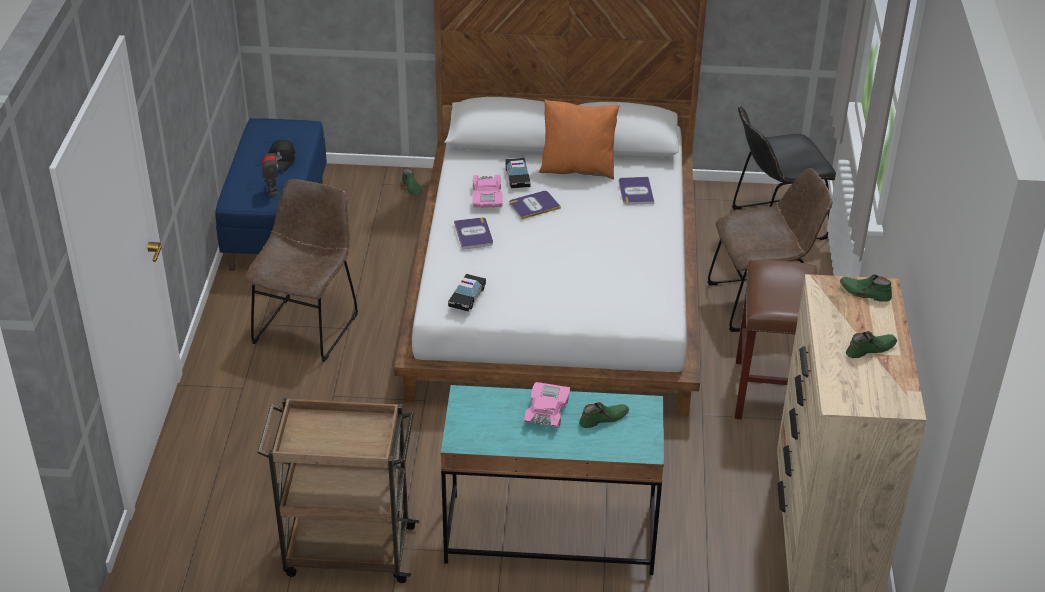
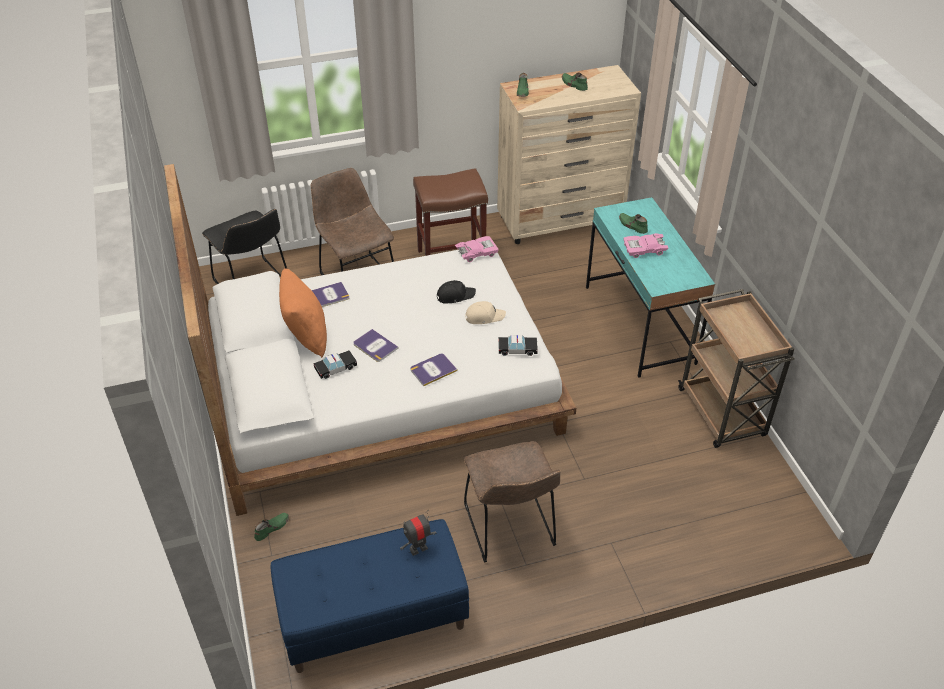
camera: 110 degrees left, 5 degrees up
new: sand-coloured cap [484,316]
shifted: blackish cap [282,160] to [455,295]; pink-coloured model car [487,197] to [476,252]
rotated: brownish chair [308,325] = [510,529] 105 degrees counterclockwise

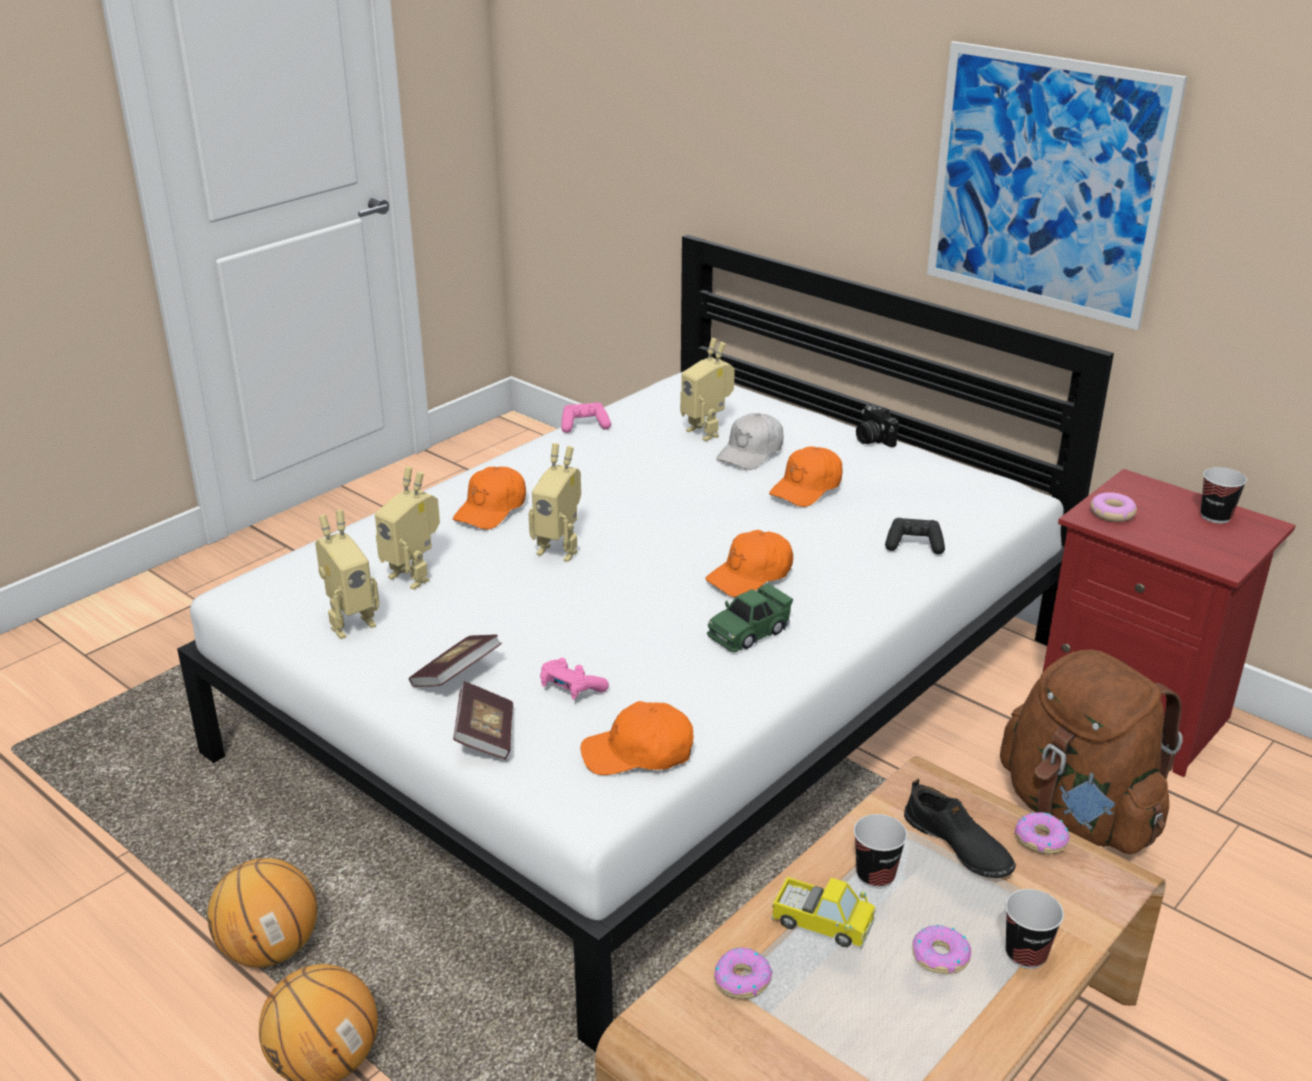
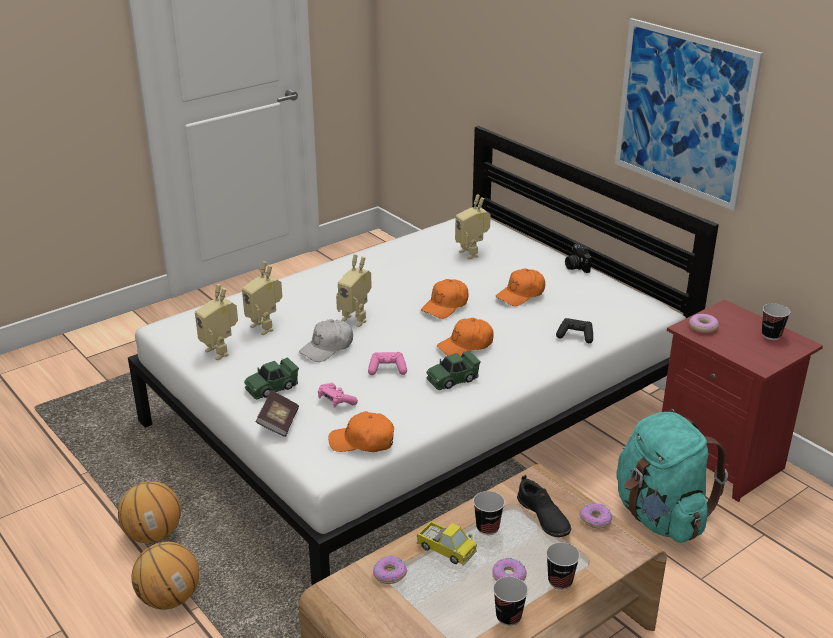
camera: 10 degrees right, 0 degrees up
new: small cup [508,617]
shifted: pink-coloured gamepad [584,426] to [387,369]; white-coloured cap [751,453] to [327,348]; orangey cap [492,509] to [445,306]
swapped: bound book [456,676] to green model car [272,387]
repainted: brownish backpack [1078,814] to blue-green backpack [660,516]
rotated: model robot [350,624] = [220,351] 75 degrees clockwise

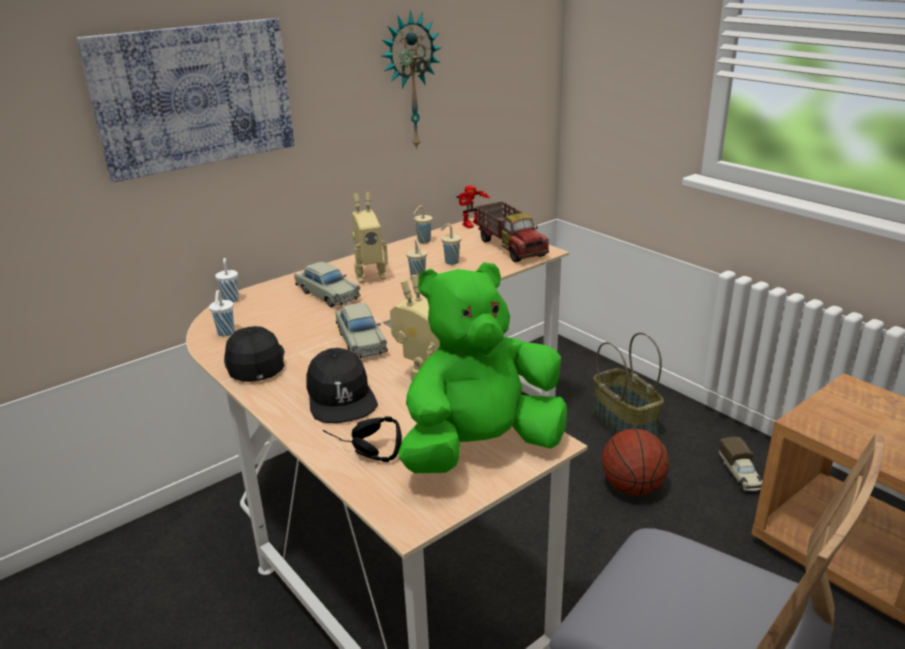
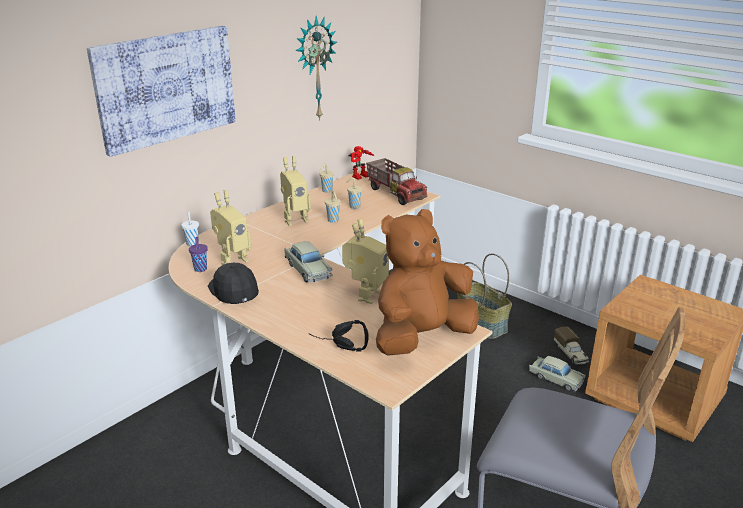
camera: 10 degrees left, 0 degrees up
gone: blackish cap [340,397]; ball for basketball [632,487]
new: model robot [232,261]
shifted: sand-coloured model car [327,294] to [555,379]
repainted: green soft toy [481,448] to brownish soft toy [422,337]; white-coloured small cup [226,333] to purple-coloured small cup [200,269]

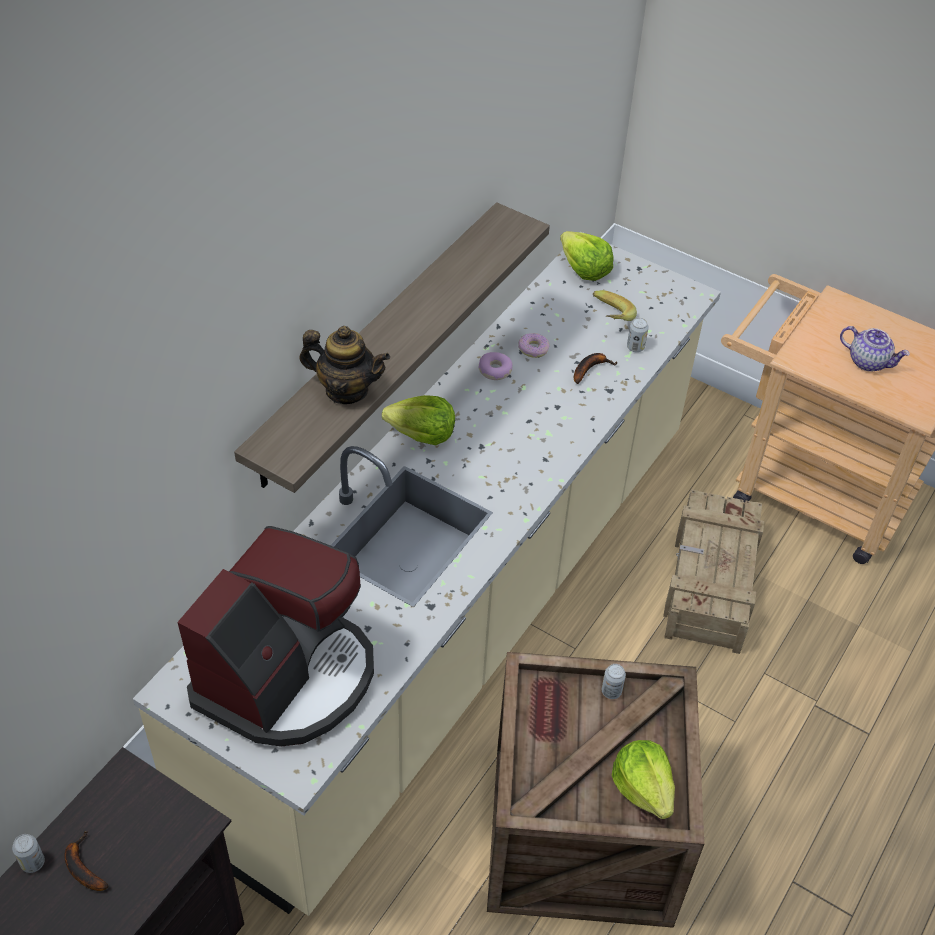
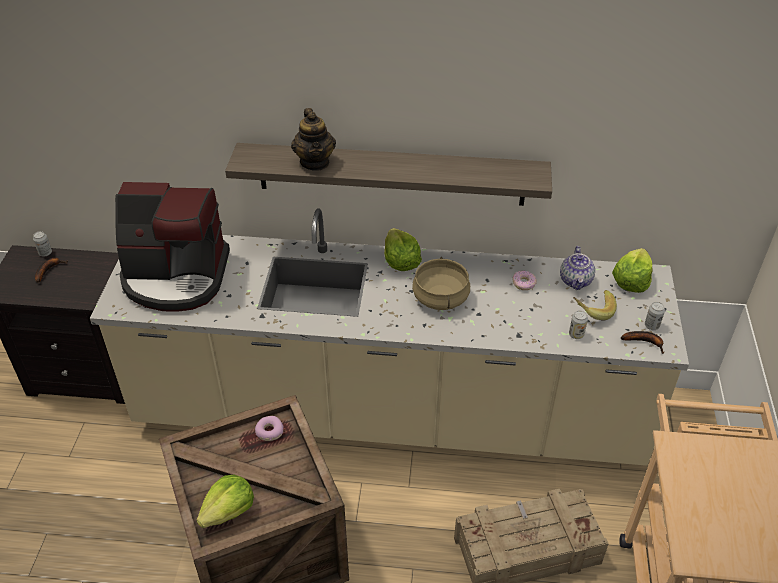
camera: 65 degrees right, 5 degrees down
new: sand-coloured saucepot [441,298]
shifted: teapot [868,361] to [576,281]; ring doughnut [495,370] to [269,431]; banana [590,369] to [645,342]; metal can [611,691] to [651,326]

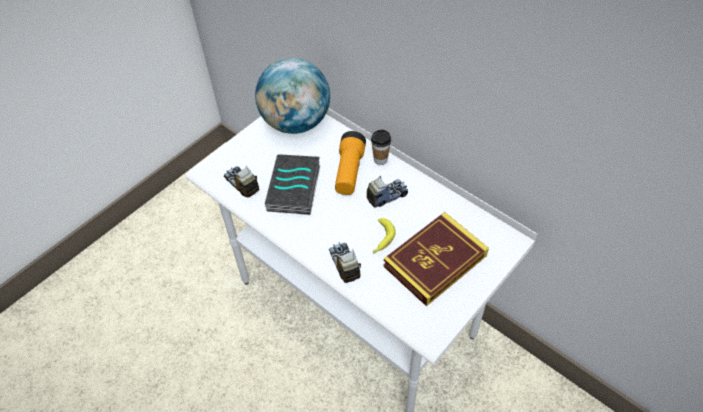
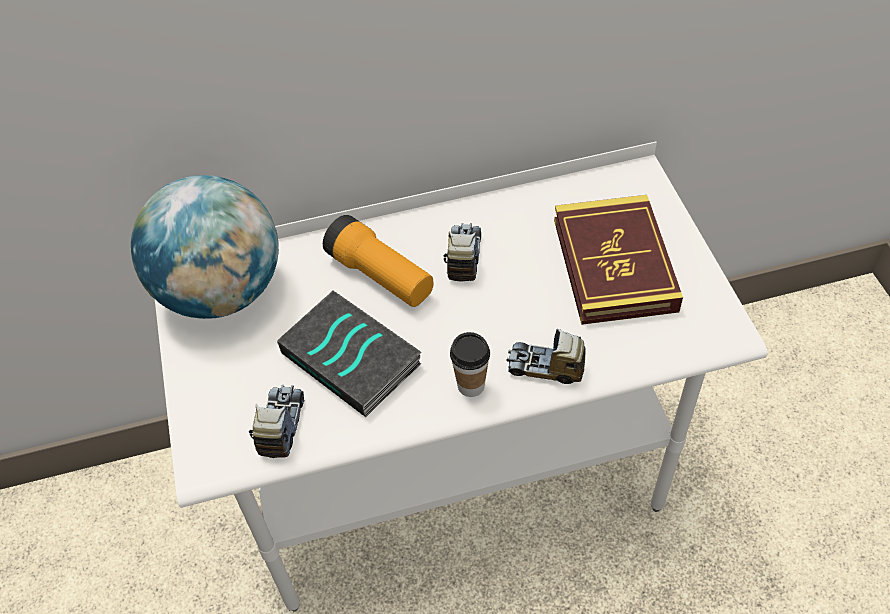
camera: 55 degrees left, 0 degrees up
gone: banana [381,239]
shifted: small cup [380,159] to [471,385]
rotated: model truck [242,185] = [281,426] 105 degrees clockwise

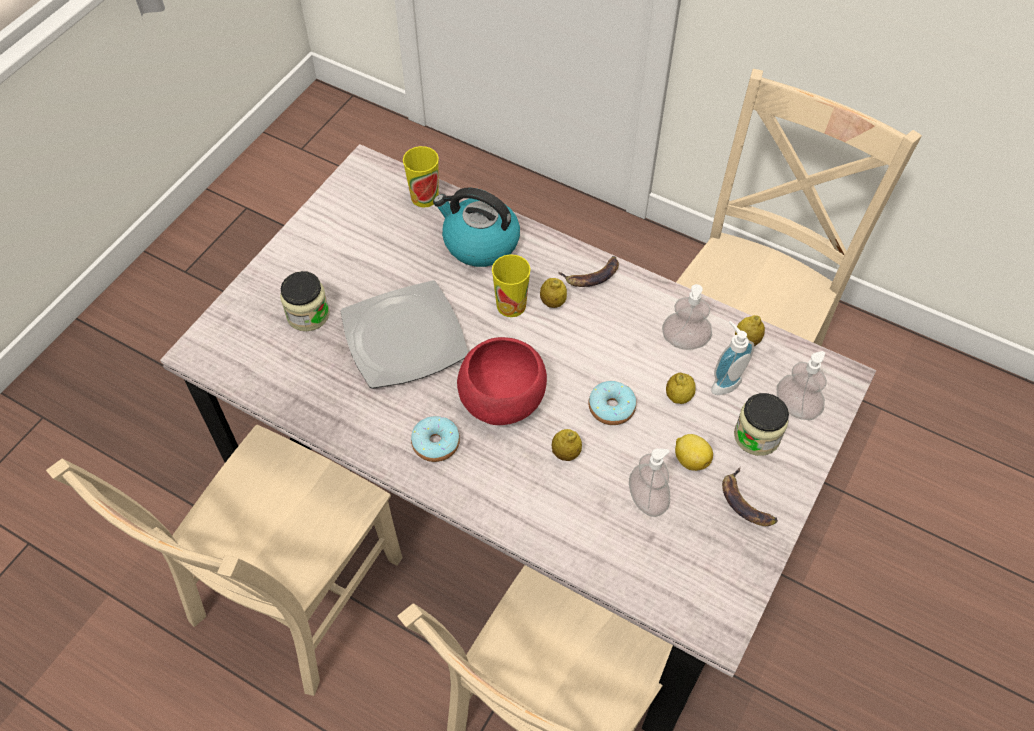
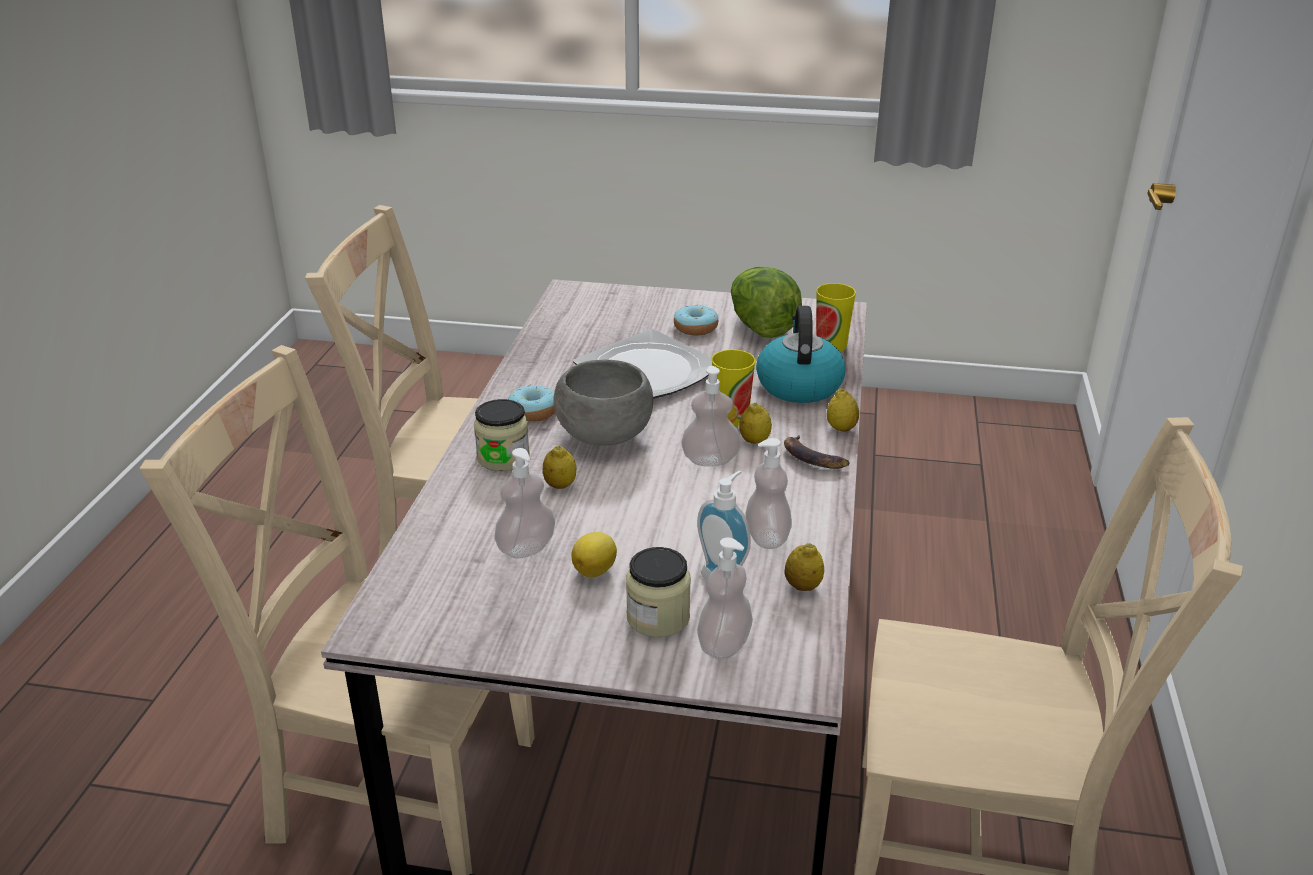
camera: 70 degrees right, 25 degrees down
gone: banana [746,502]
new: lettuce [761,327]; soap dispenser [710,460]
shifted: storage jar [308,314] to [503,458]; citrus fruit [678,397] to [841,428]; ring doughnut [611,408] to [695,328]
repainted: reddish bowl [502,401] to grey bowl [604,437]

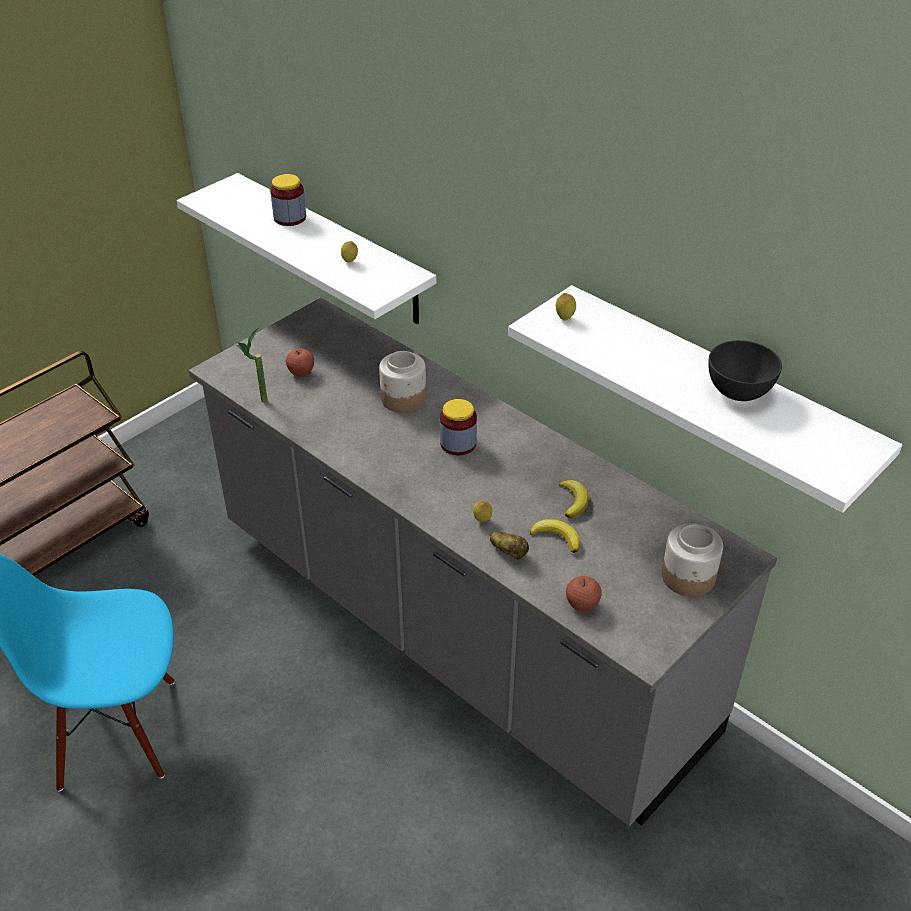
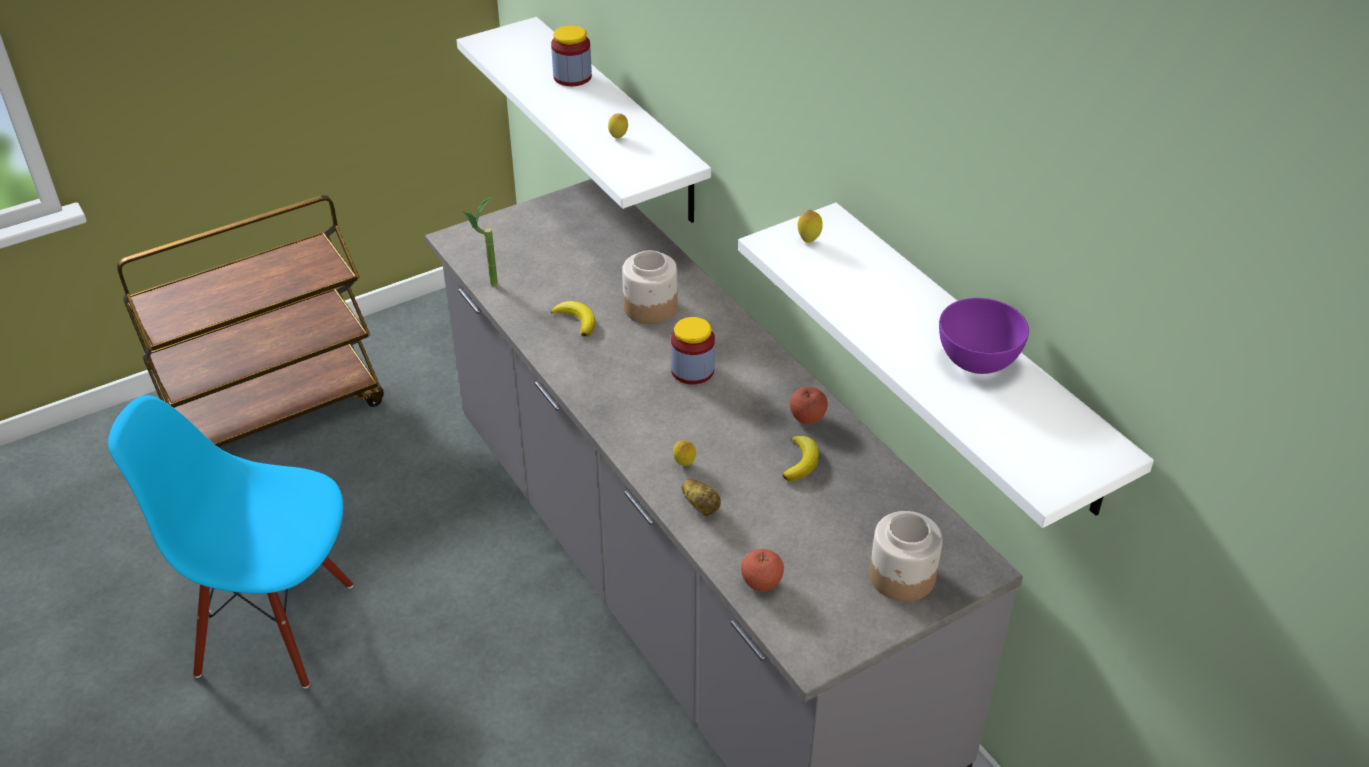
camera: 15 degrees right, 0 degrees up
shifted: apple [301,373] to [807,418]; banana [557,537] to [576,320]
repainted: grey bowl [738,392] to purple-coloured bowl [976,361]

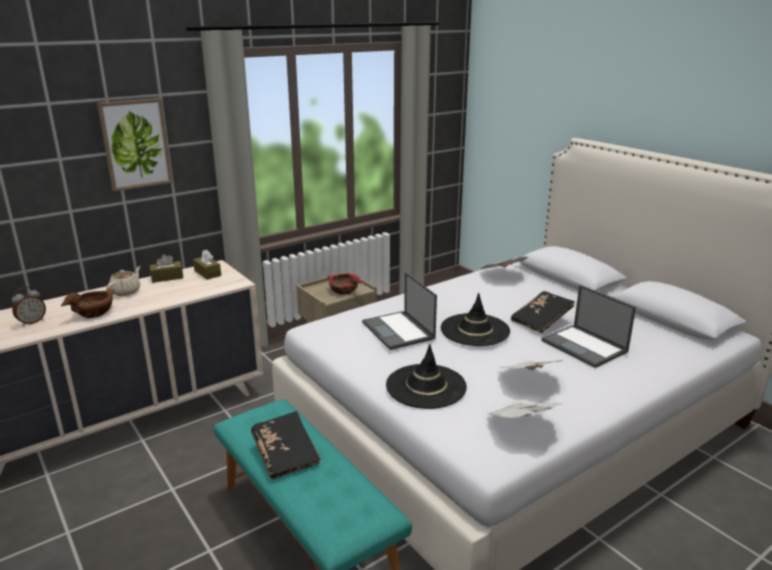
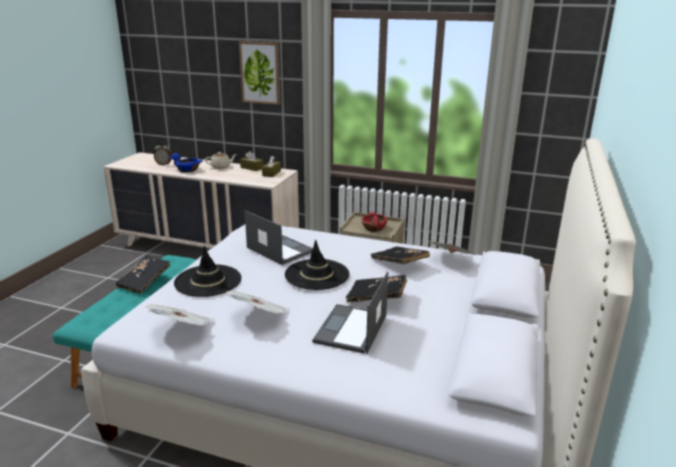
camera: 55 degrees right, 0 degrees up
new: blackish bound book [399,263]
repainted: brownish bowl [94,312] to blue bowl [188,170]
rotated: notebook computer [399,331] = [279,249] 105 degrees clockwise

